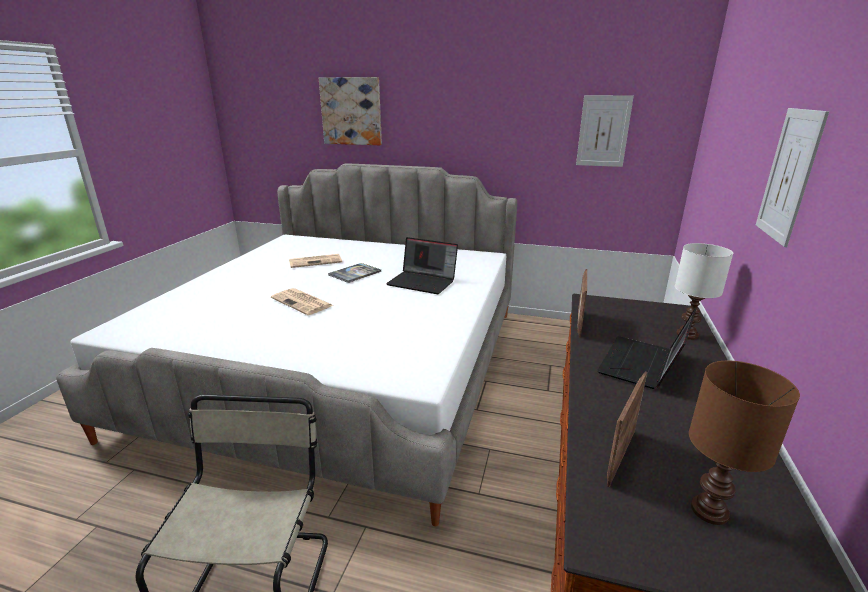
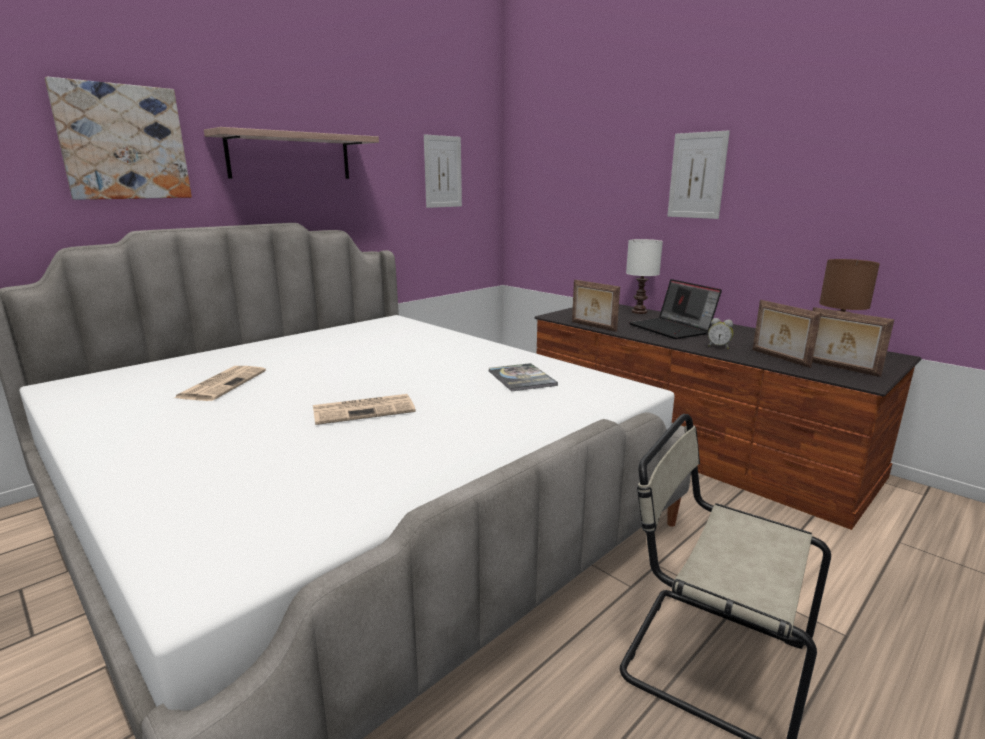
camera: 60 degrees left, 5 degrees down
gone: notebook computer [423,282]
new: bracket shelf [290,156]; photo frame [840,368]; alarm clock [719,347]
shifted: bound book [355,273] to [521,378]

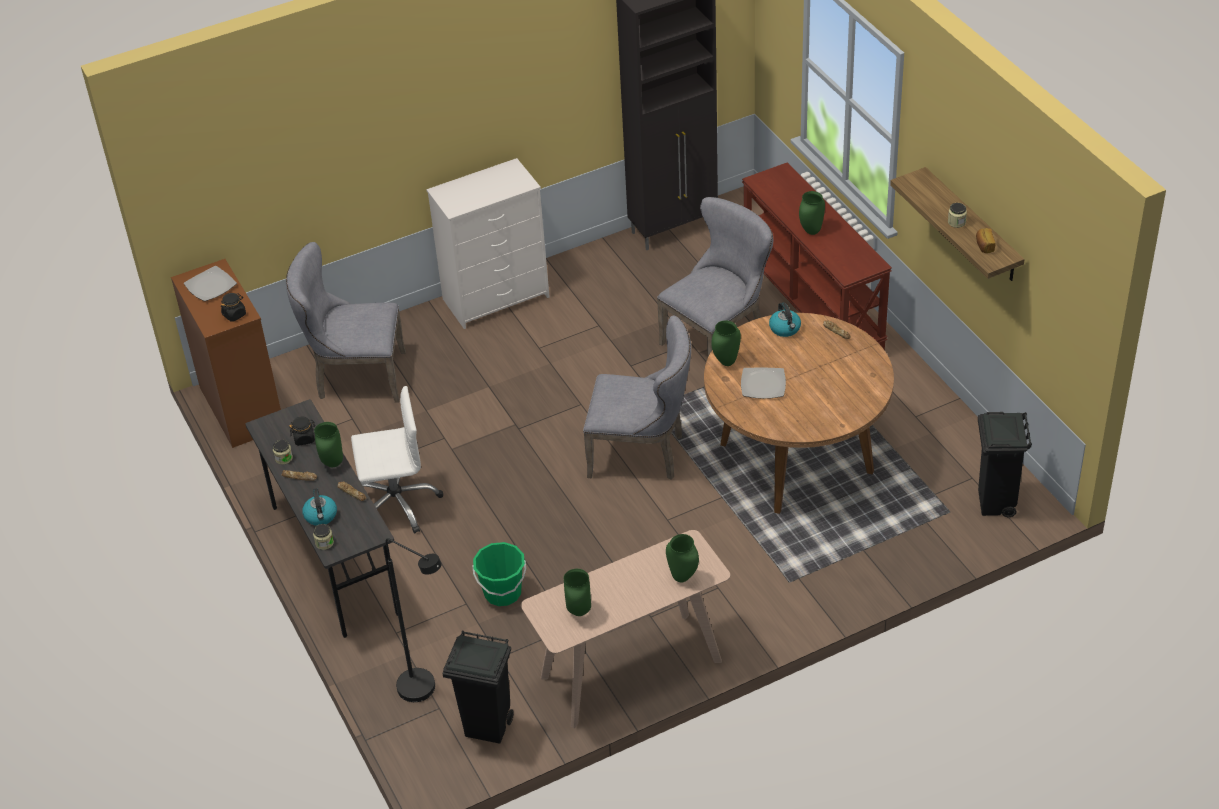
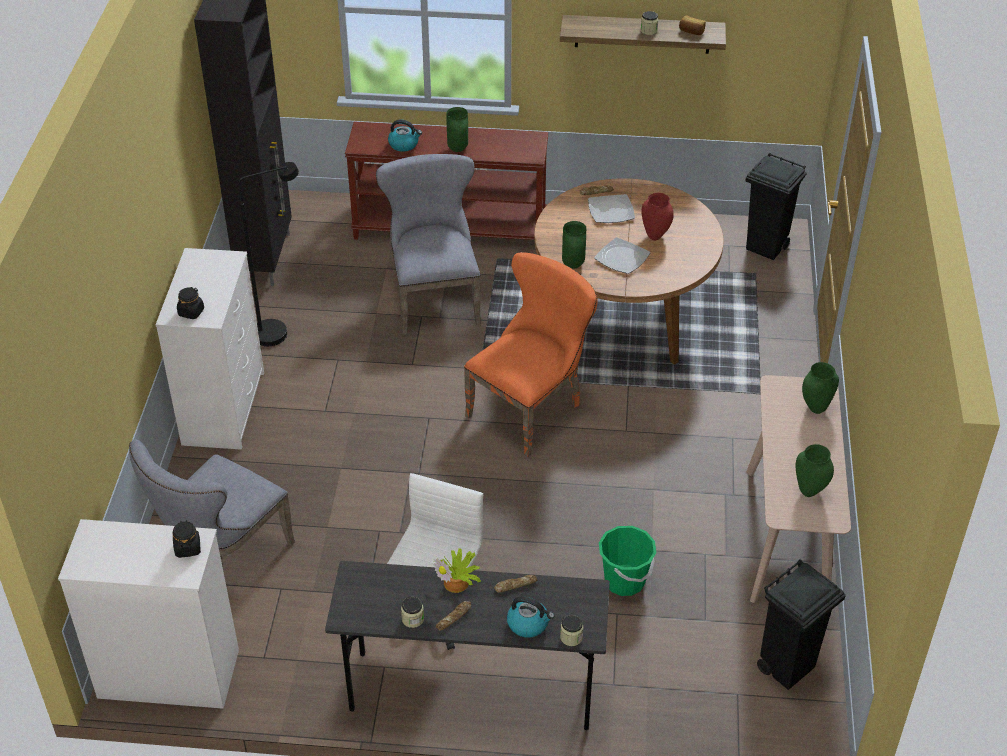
camera: 60 degrees left, 0 degrees up
new: reddish decorative vase [655,236]
shifted: plate [211,286] to [611,210]; water kettle [785,329] to [404,144]; blackish storage jar [304,438] to [191,312]; blackish floor lamp [426,691] to [279,331]
swapped: green decorative vase [333,463] to plant in a pot [458,582]
repainted: brownish dresser [241,407] to white-coloured dresser [167,674]; grey chair [642,454] to orangey chair [531,408]

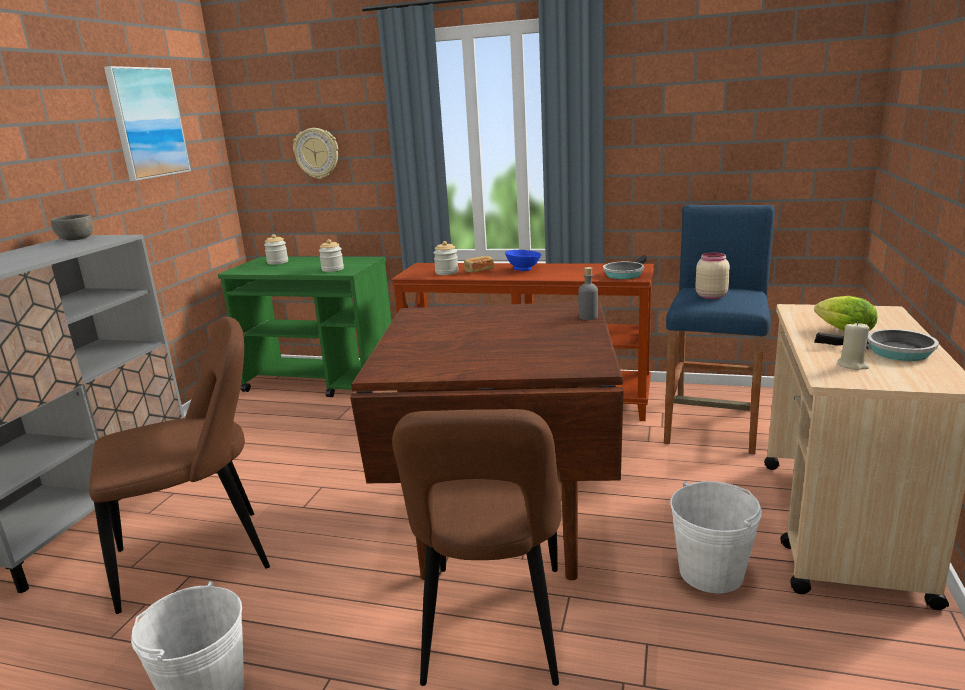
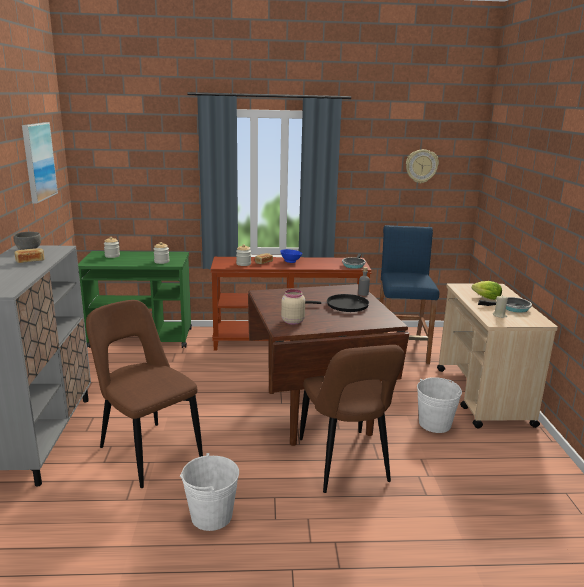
camera: 20 degrees left, 0 degrees up
new: bread [30,261]; blackish frying pan [343,306]
shifted: wall clock [317,153] to [421,166]; sand-coloured storage jar [710,296] to [292,321]
rotated: brownish chair [201,557] = [147,451] 90 degrees counterclockwise

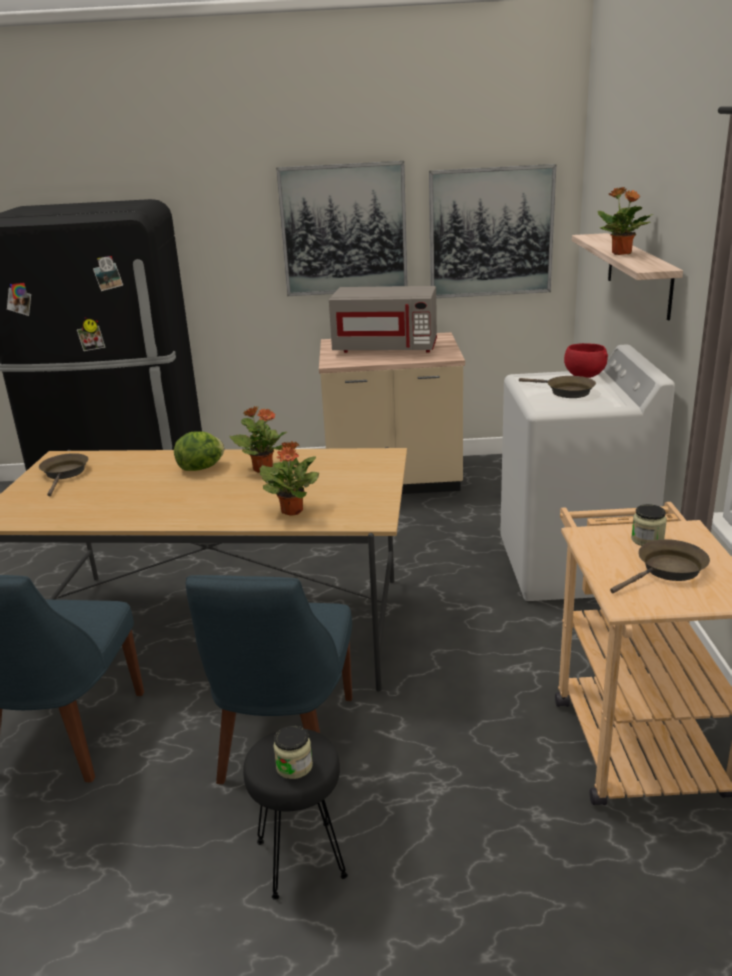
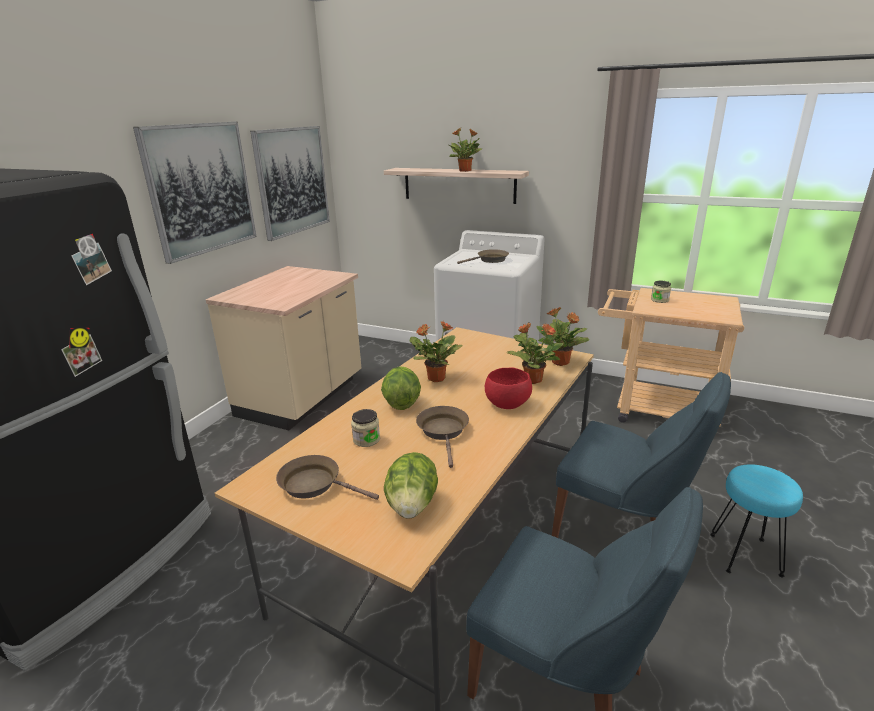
camera: 65 degrees left, 0 degrees up
gone: grey microwave oven [386,349]
new: plant in a pot [560,362]; lettuce [412,506]
shifted: reddish bowl [583,376] to [506,404]; brownish frying pan [667,570] to [444,432]; storage jar [294,766] to [366,439]
repainted: blackish sitting stool [301,857] to blue-green sitting stool [744,555]

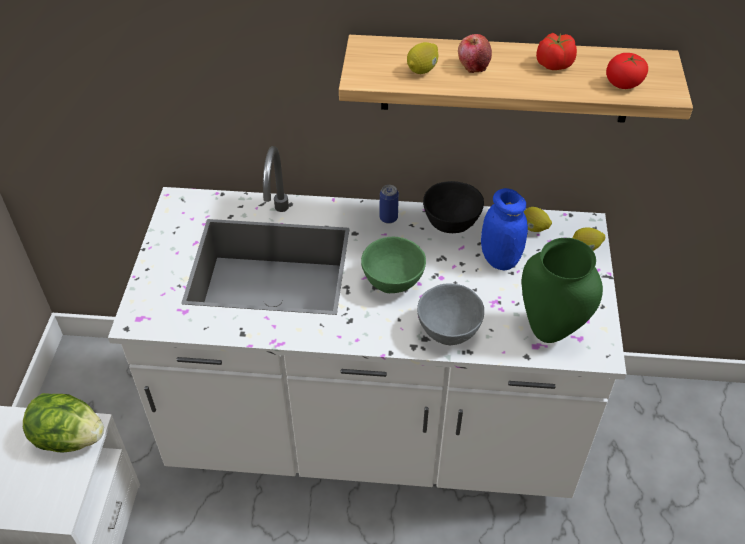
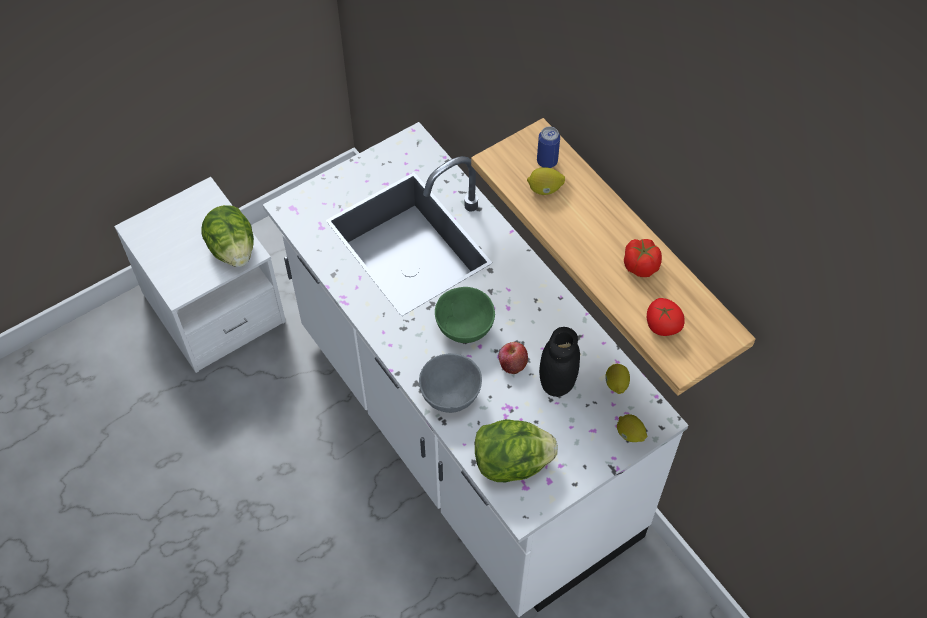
camera: 50 degrees right, 10 degrees up
gone: blackish bowl [452,224]
shifted: apple [473,66] to [512,364]; metal can [388,218] to [547,161]
swapped: green decorative vase [549,332] to lettuce [511,462]
repainted: blue storage jar [499,259] to blackish storage jar [557,382]

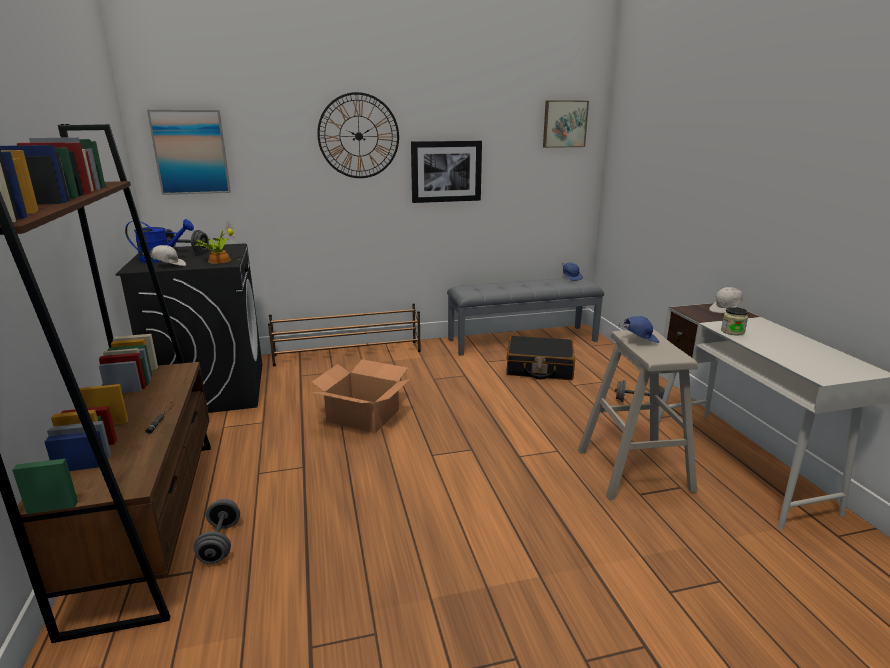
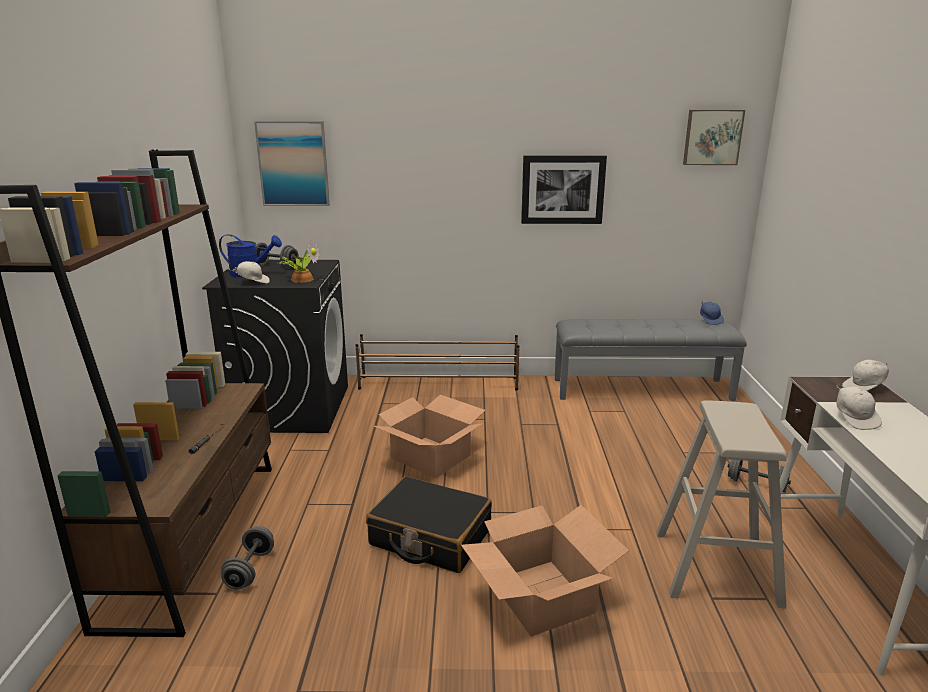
camera: 15 degrees right, 0 degrees up
gone: wall clock [358,136]; blue cap [638,340]
new: cardboard box [541,597]
shifted: blackish travel case [539,368] to [430,537]
swapped: storage jar [732,331] to white-coloured cap [854,419]

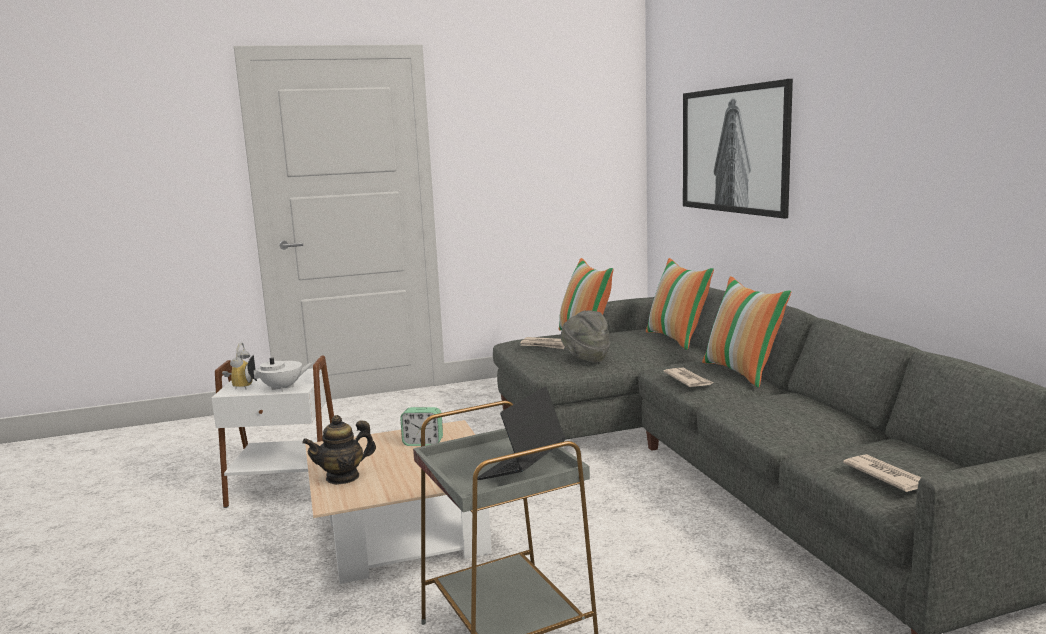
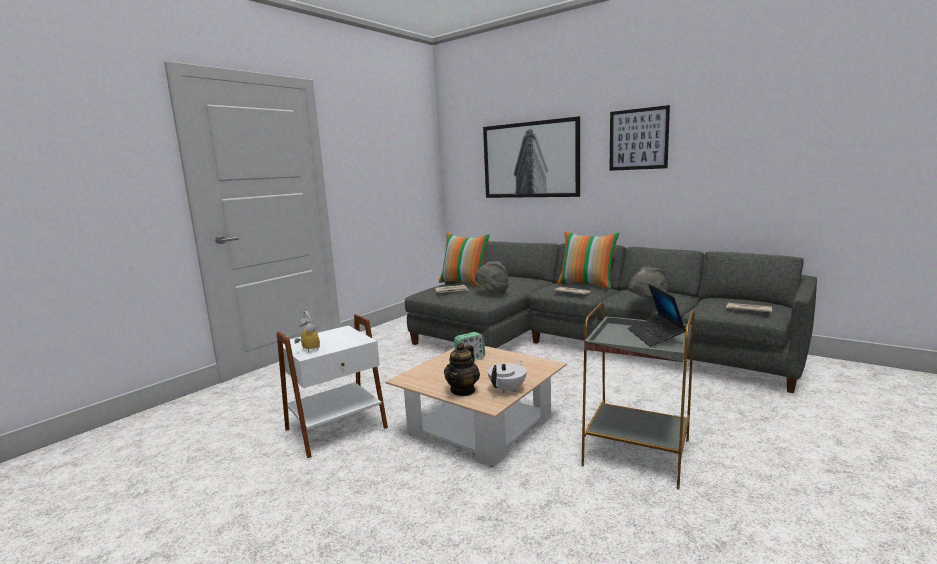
camera: 35 degrees left, 0 degrees up
gone: throw pillow [677,339]
new: wall art [638,139]; grey wearable hat [647,303]
shifted: white-coloured teapot [283,388] to [508,389]

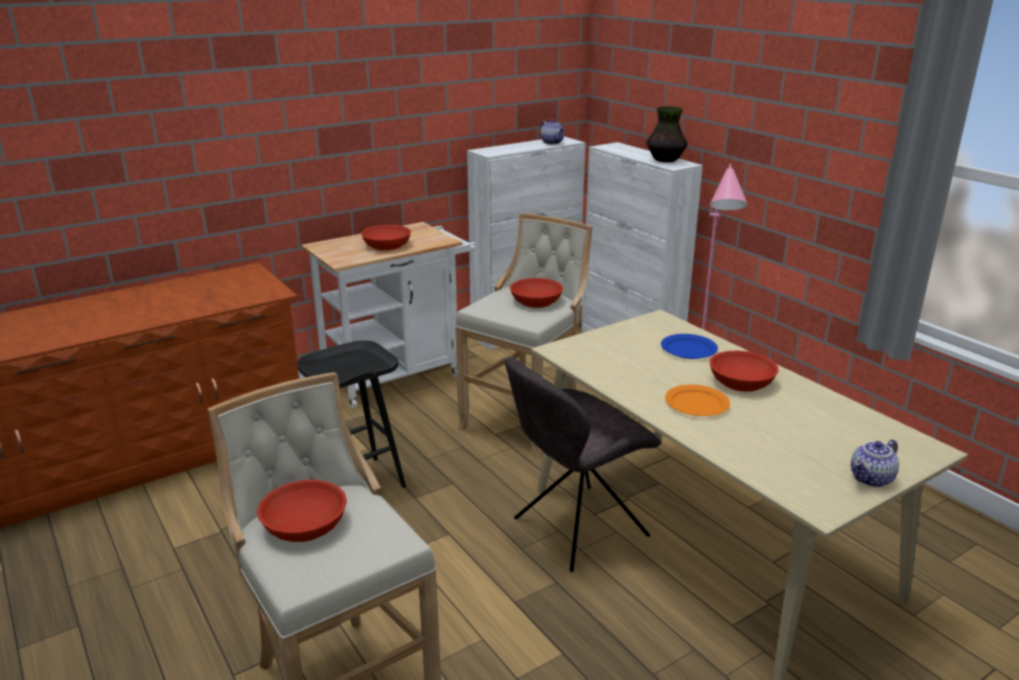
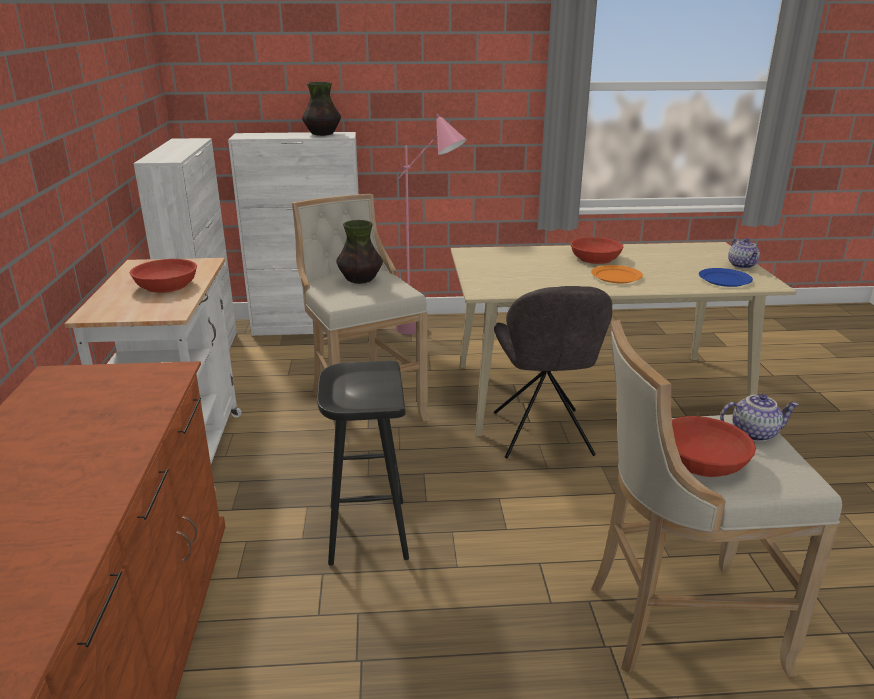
camera: 60 degrees left, 0 degrees up
shifted: teapot [552,142] to [754,433]; blue plate [688,349] to [724,280]
swapped: reddish bowl [536,301] to decorative vase [360,280]

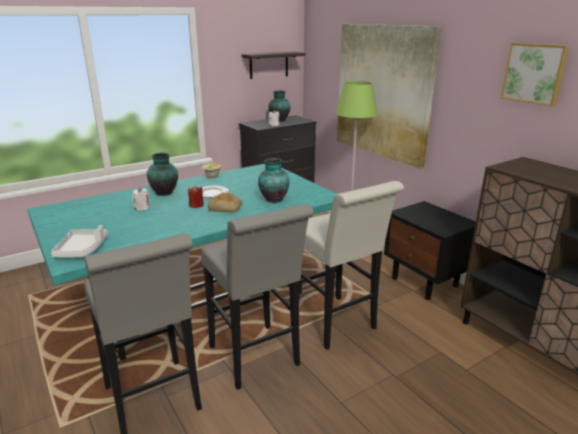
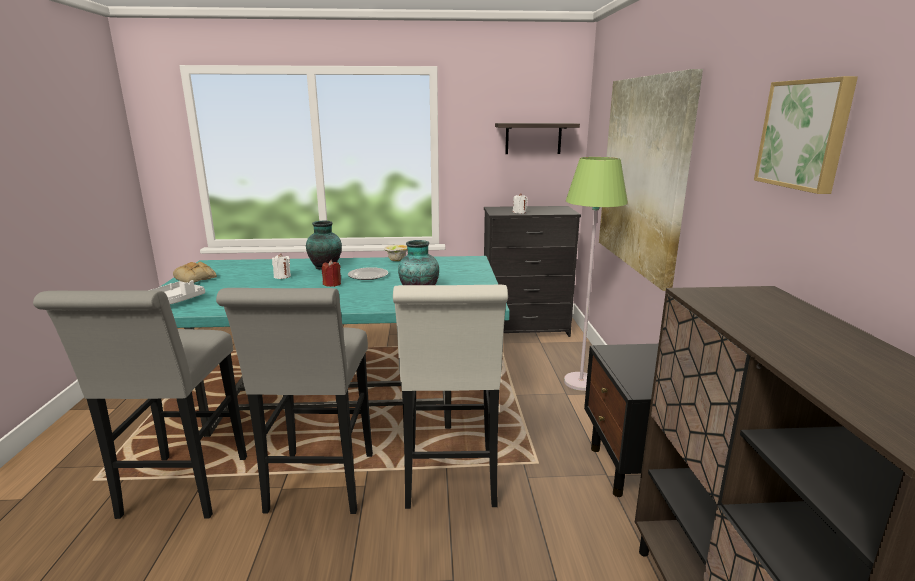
camera: 30 degrees right, 5 degrees down
gone: decorative vase [279,120]
shifted: bread [226,207] to [196,278]

